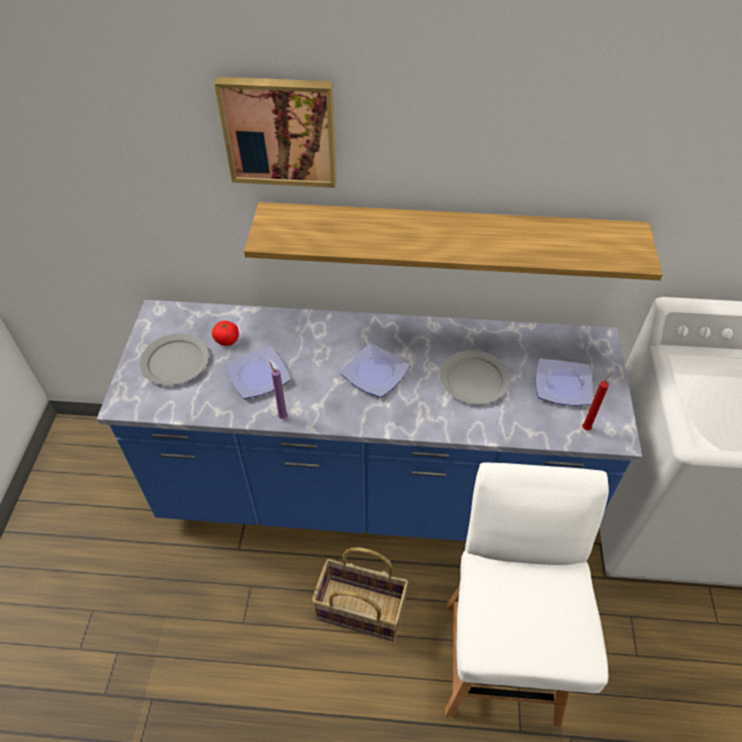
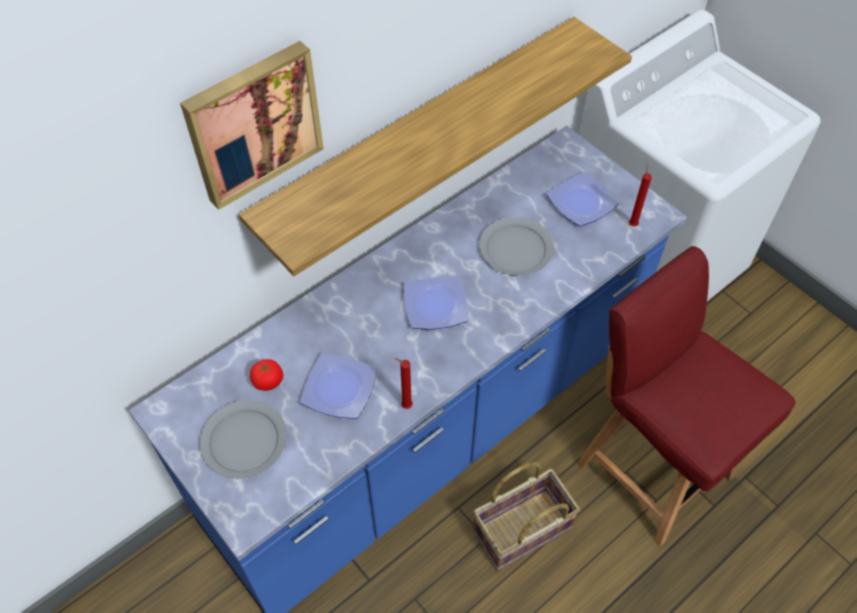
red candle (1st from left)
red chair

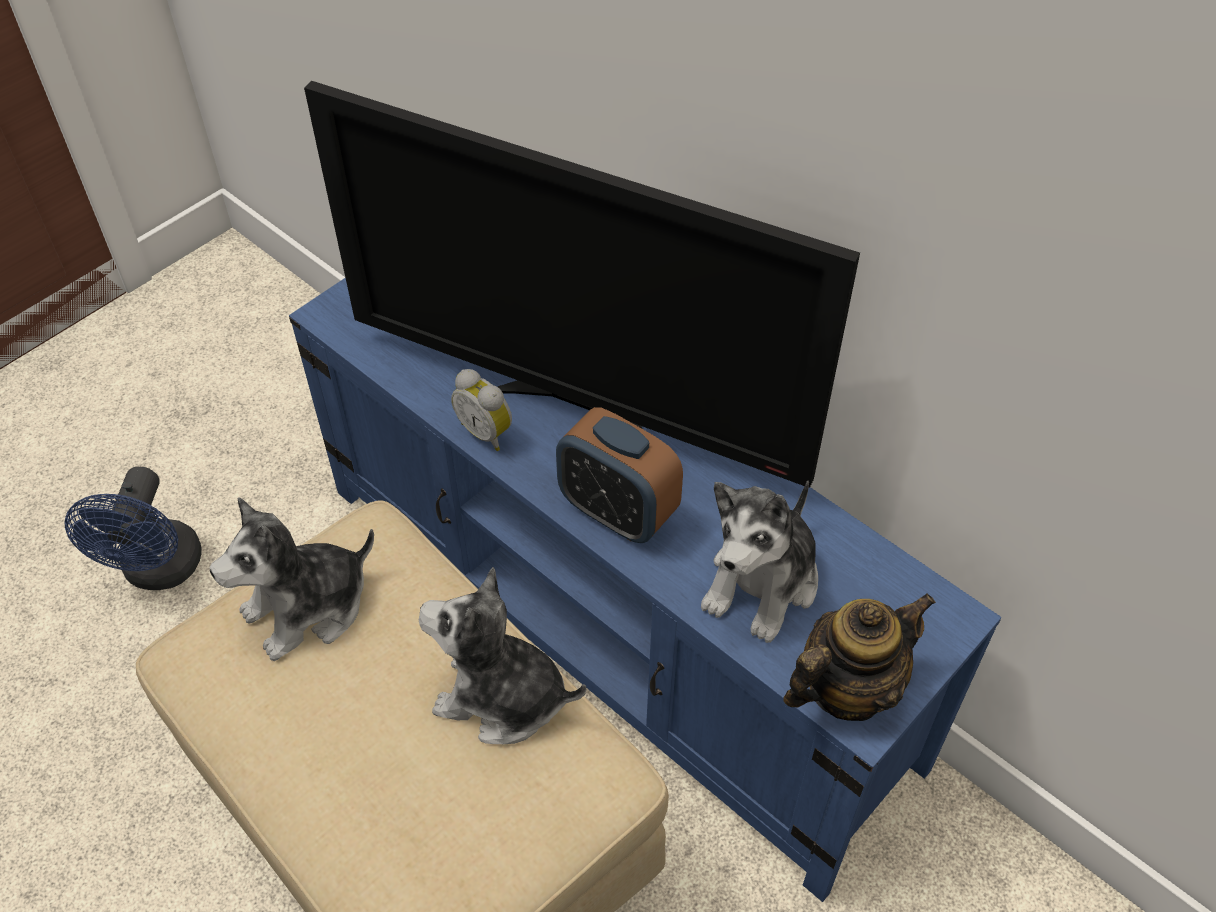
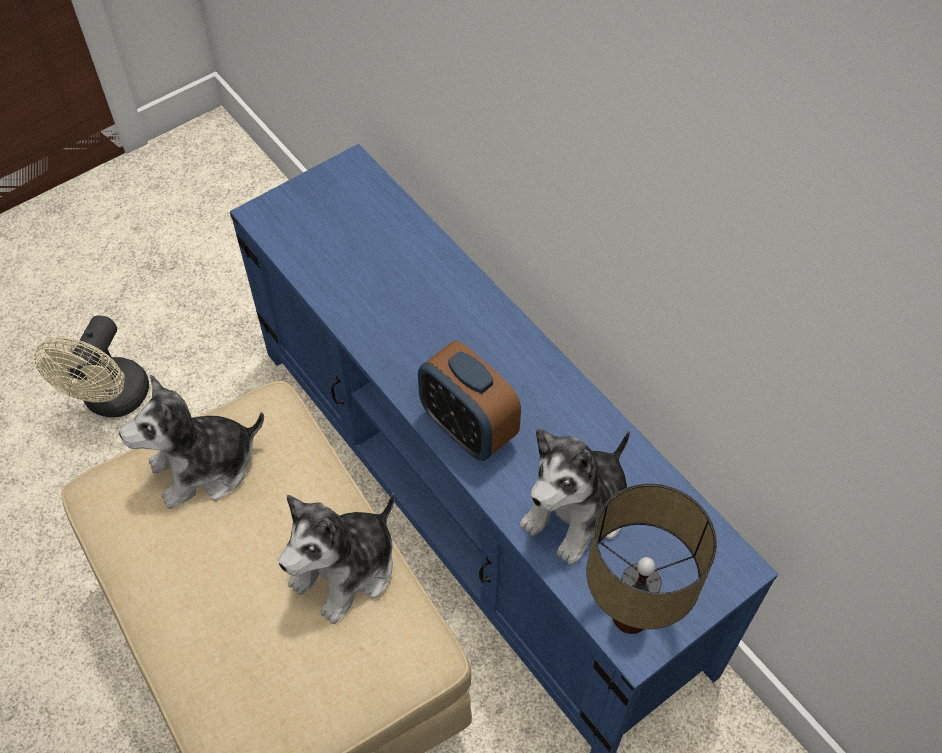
television
alarm clock (1st from left in the first image)
table lamp
beige fan
plush toy (2nd from left)

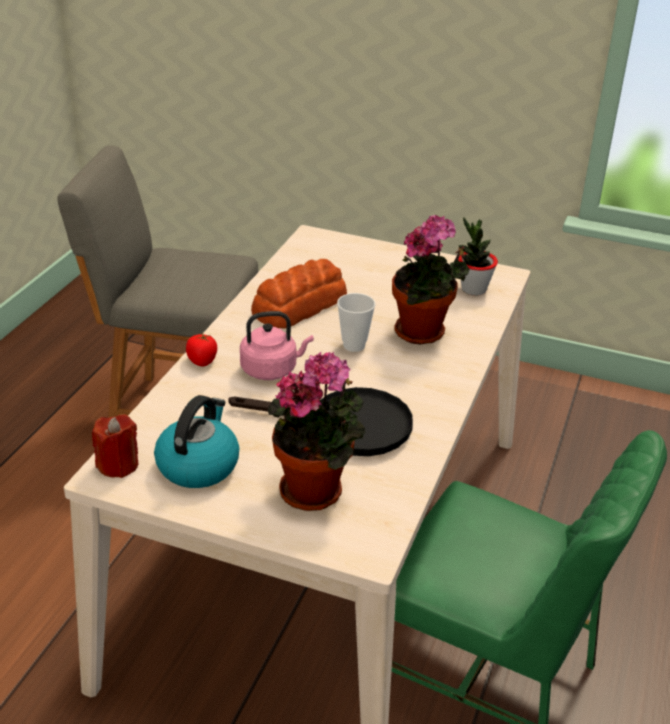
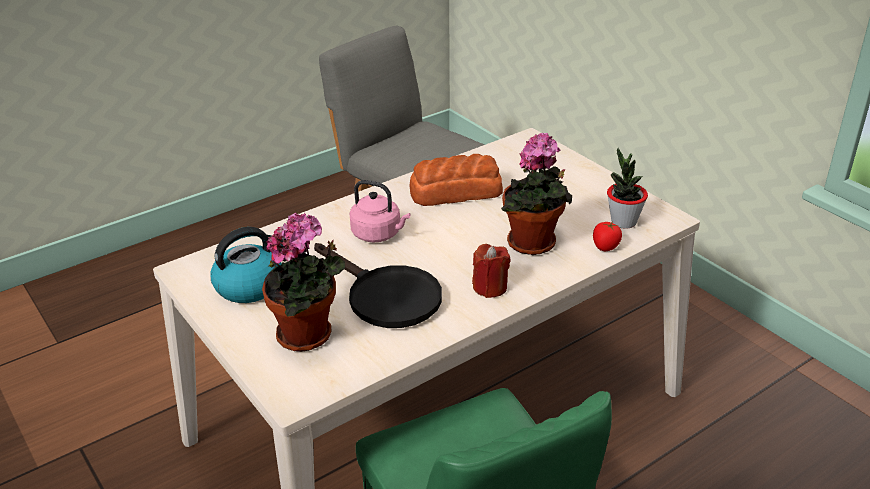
cup
red candle
tomato

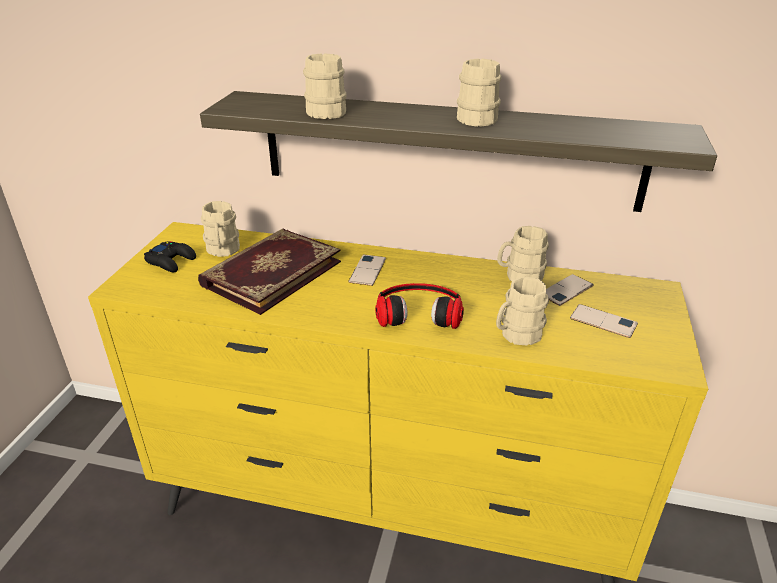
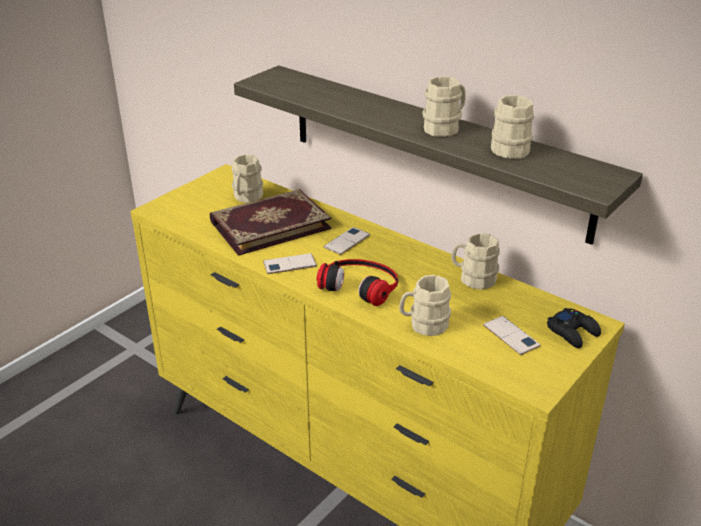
black game controller
beige mug (5th from left)
phone (1st from left)

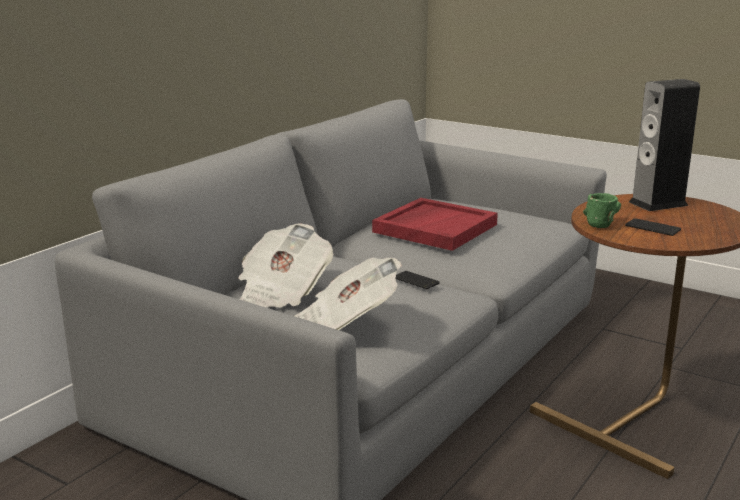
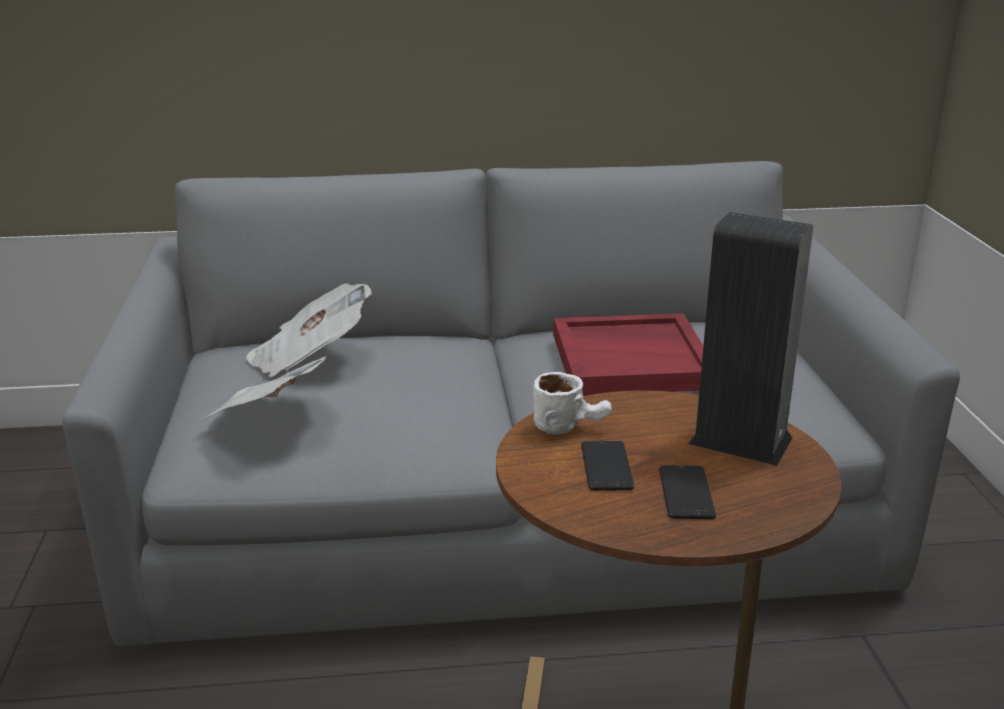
phone (2nd from left)
white mug

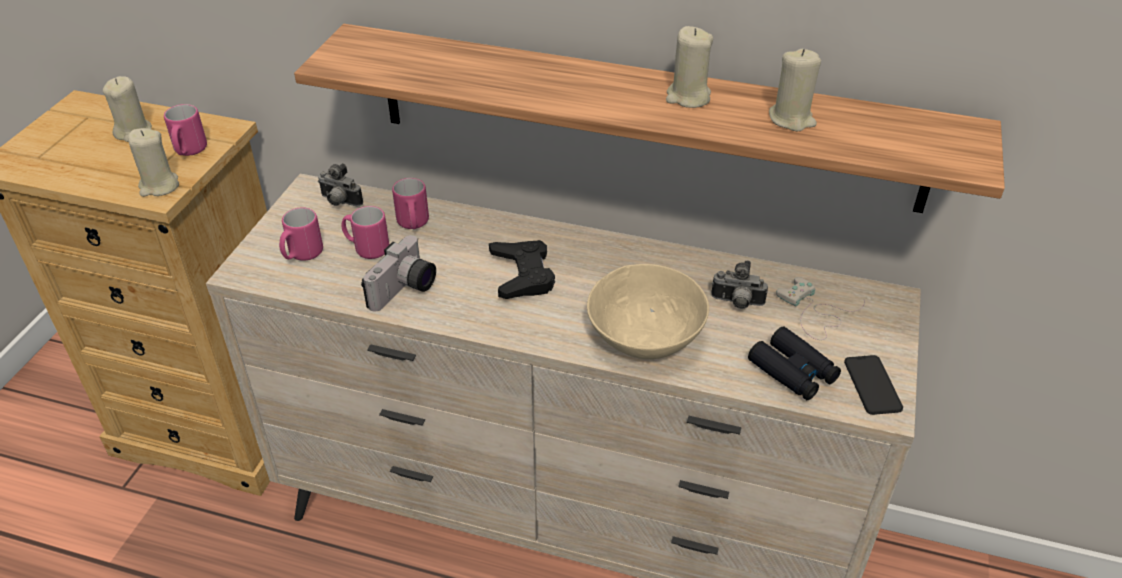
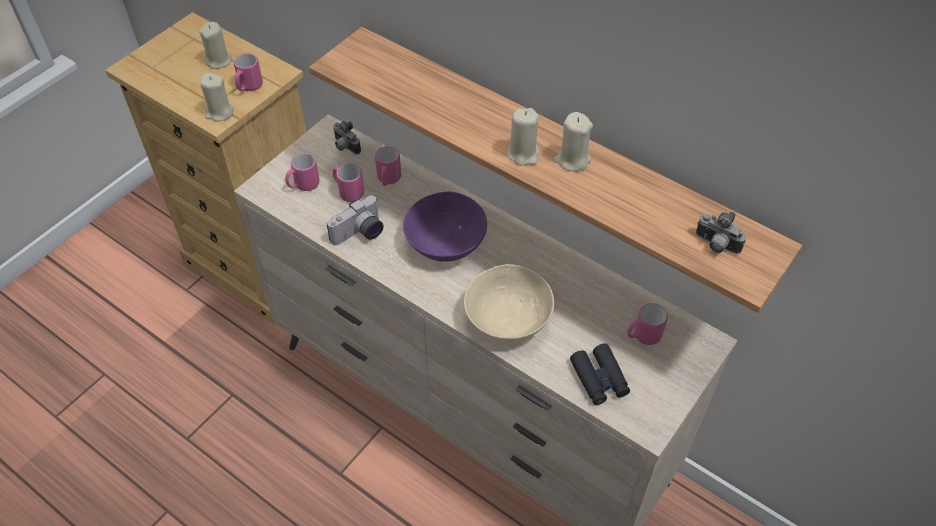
phone
photo camera (3rd from left)
beige candle (3rd from left)
purple bowl
pink mug (5th from left)

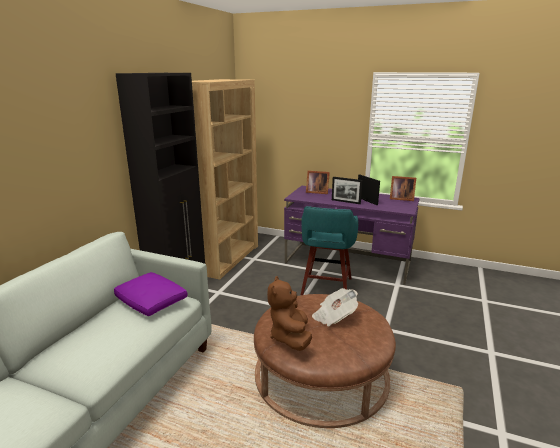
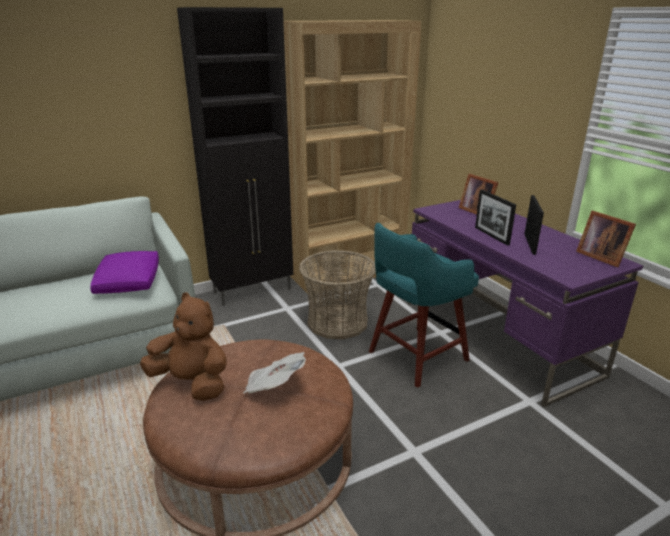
basket
brown plush toy

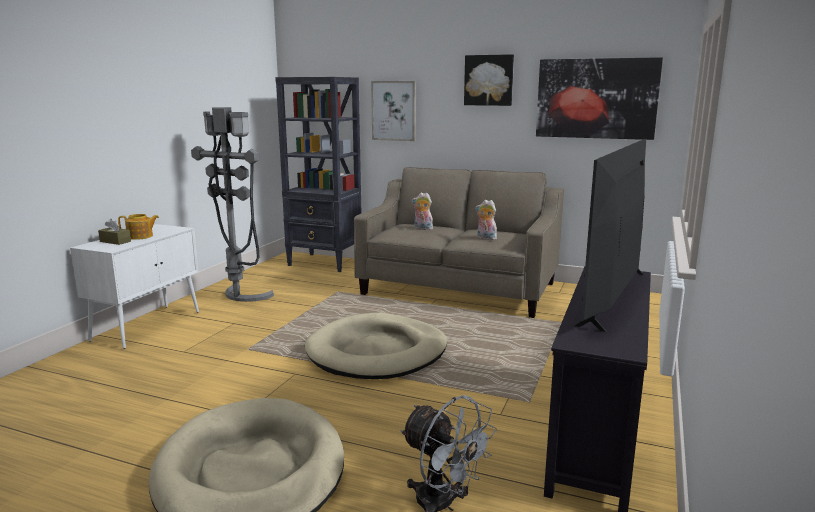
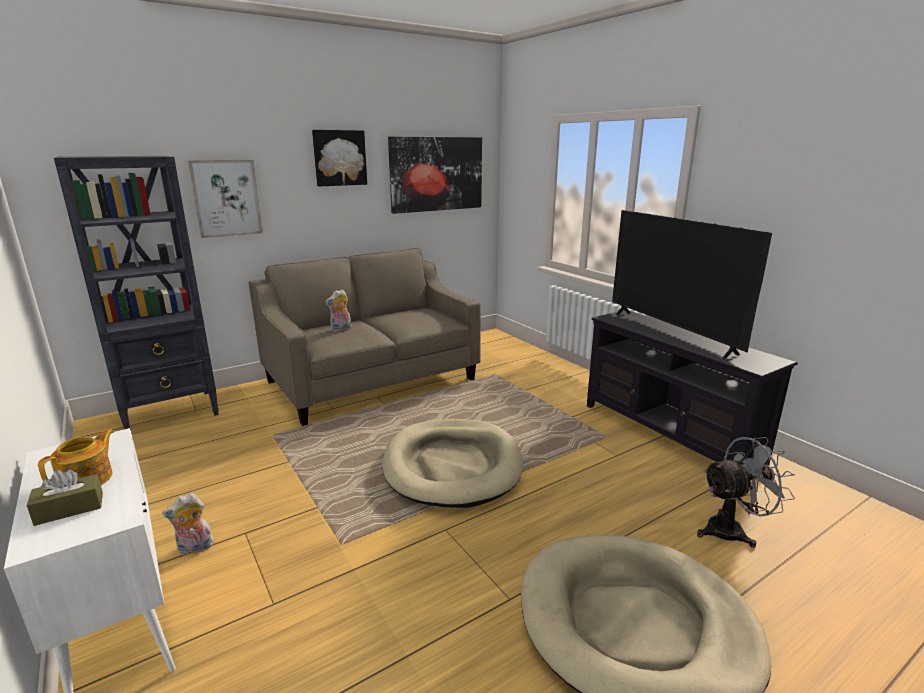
grey floor lamp
plush toy (1st from left)

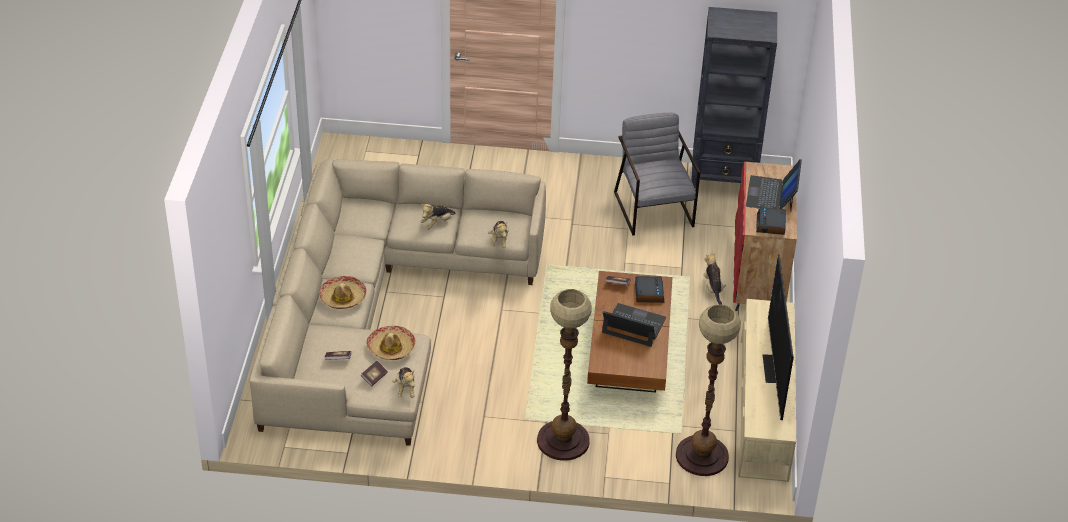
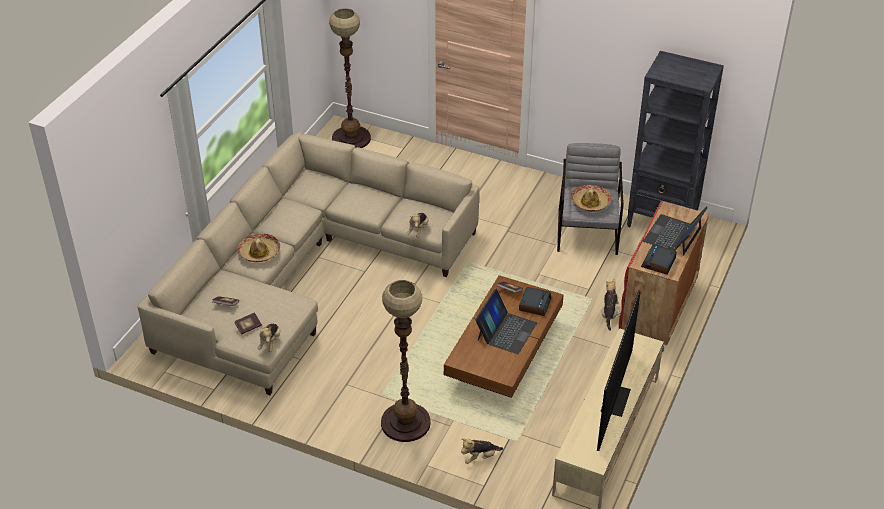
hat (2nd from left)
plush toy (3rd from left)
floor lamp (1st from left)
laptop (1st from left)

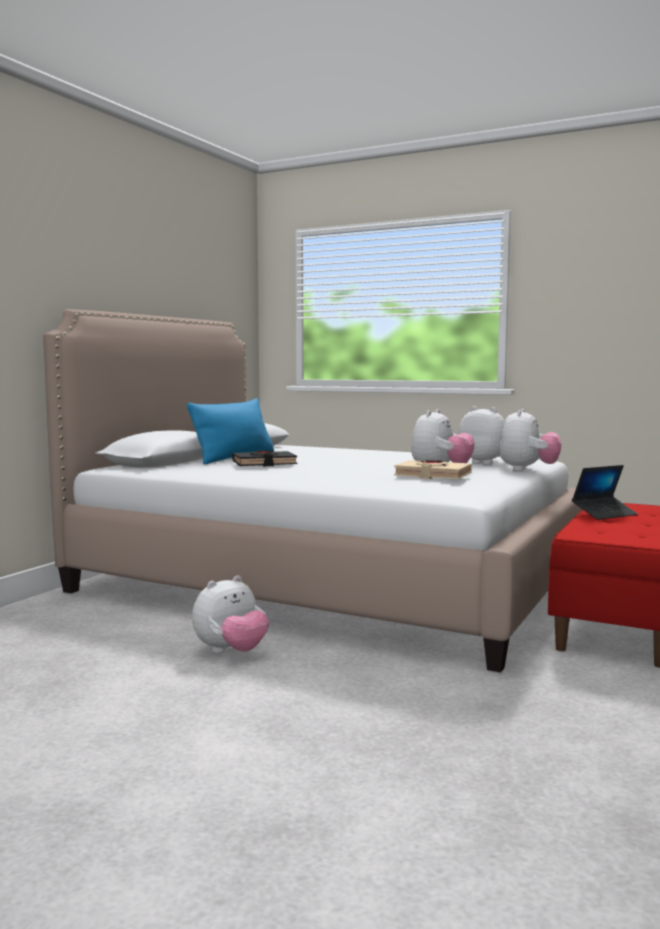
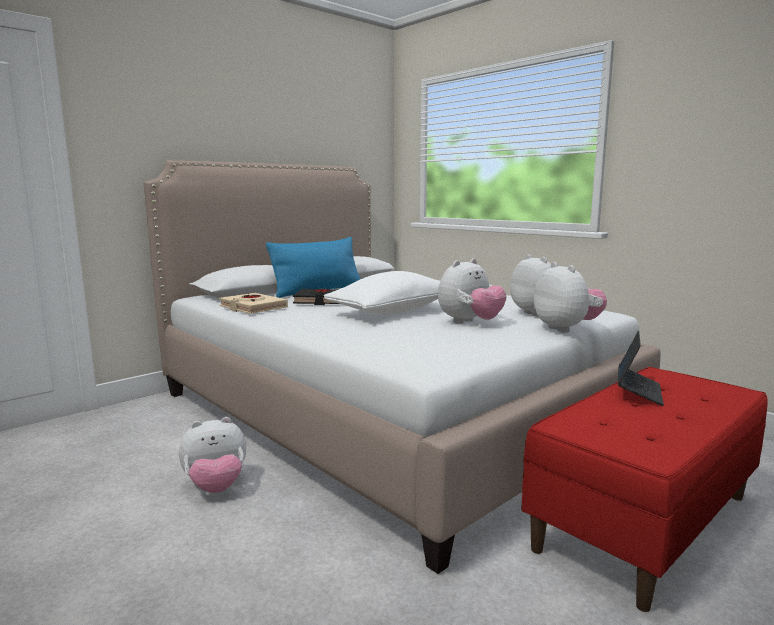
white pillow
beige book
plush toy (4th from left)
laptop

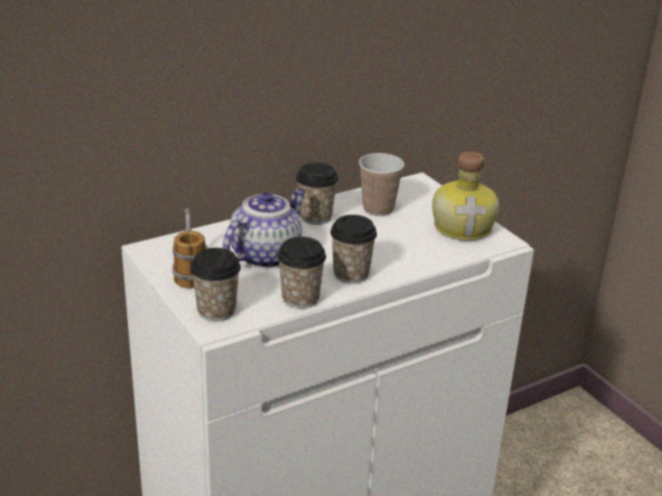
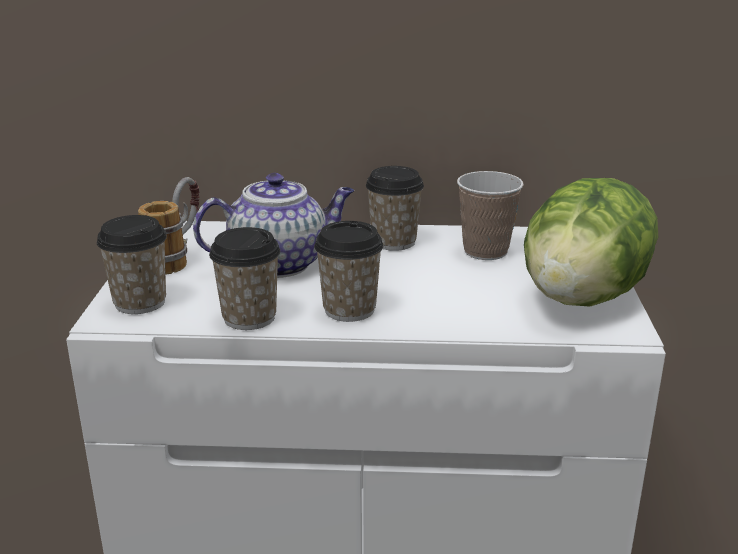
lettuce

